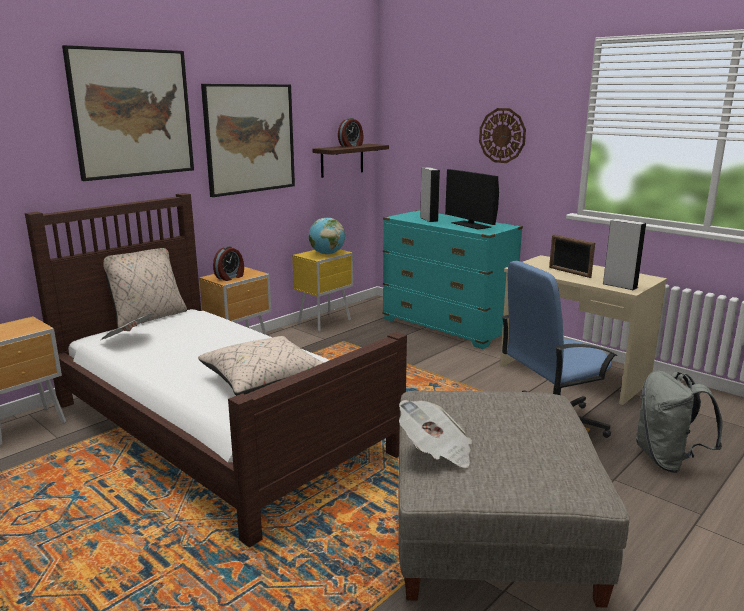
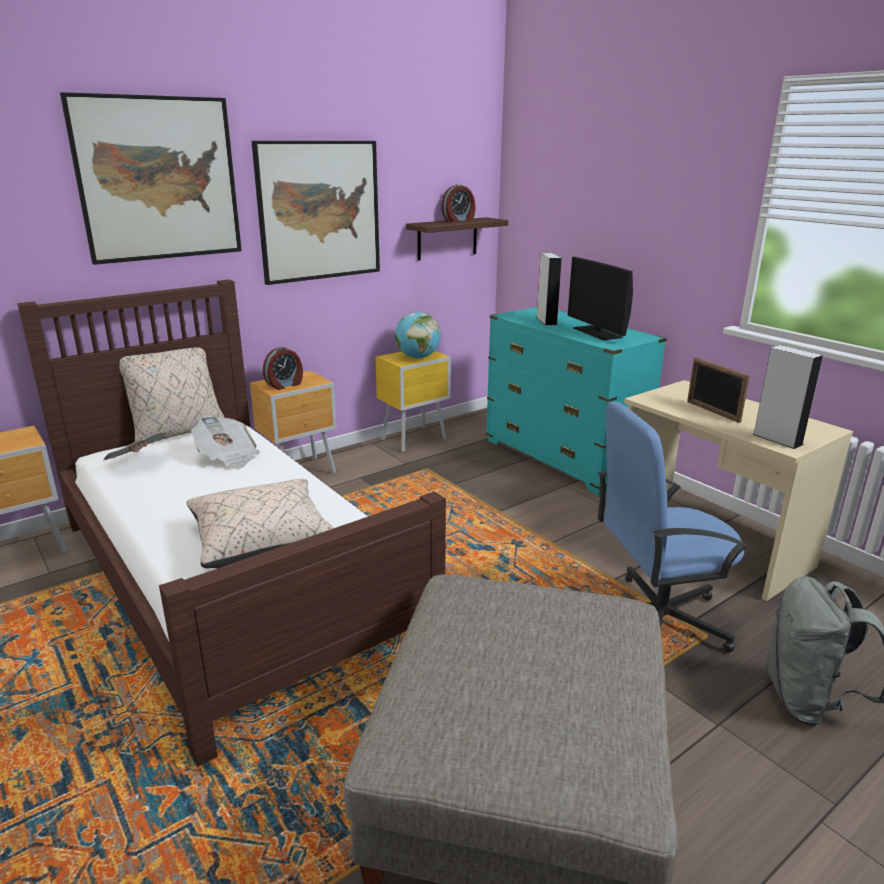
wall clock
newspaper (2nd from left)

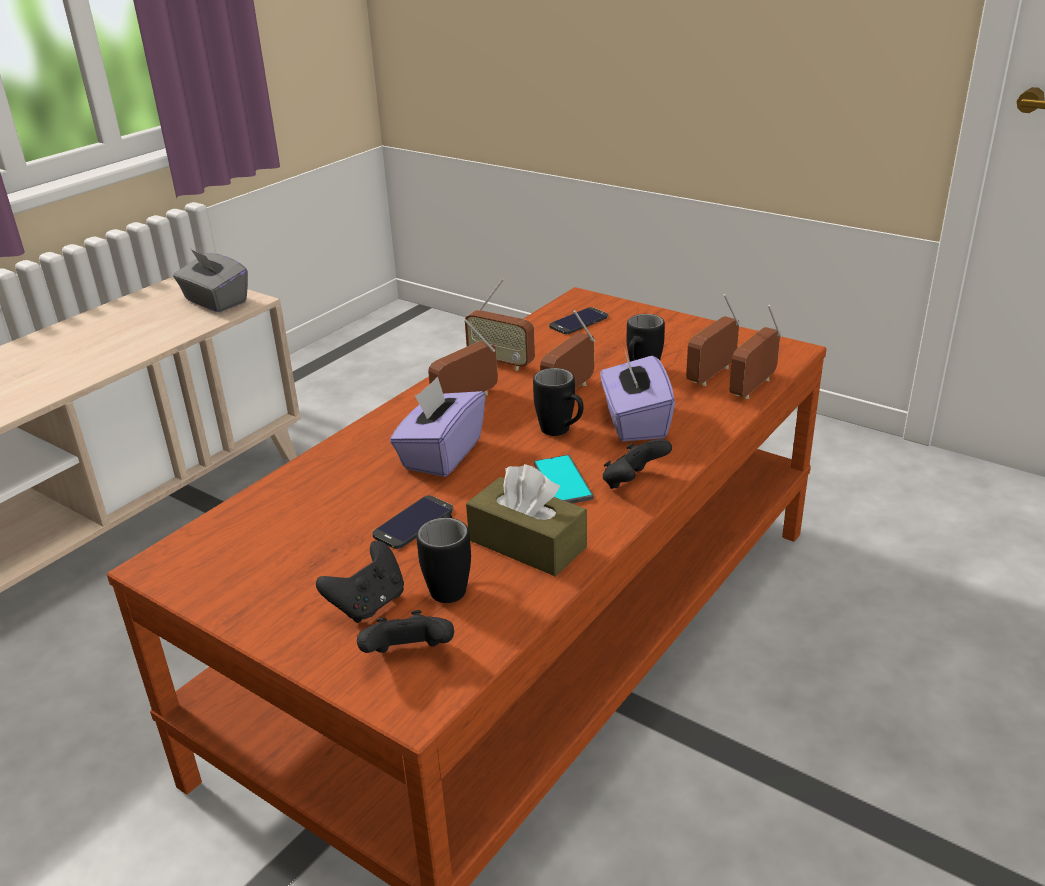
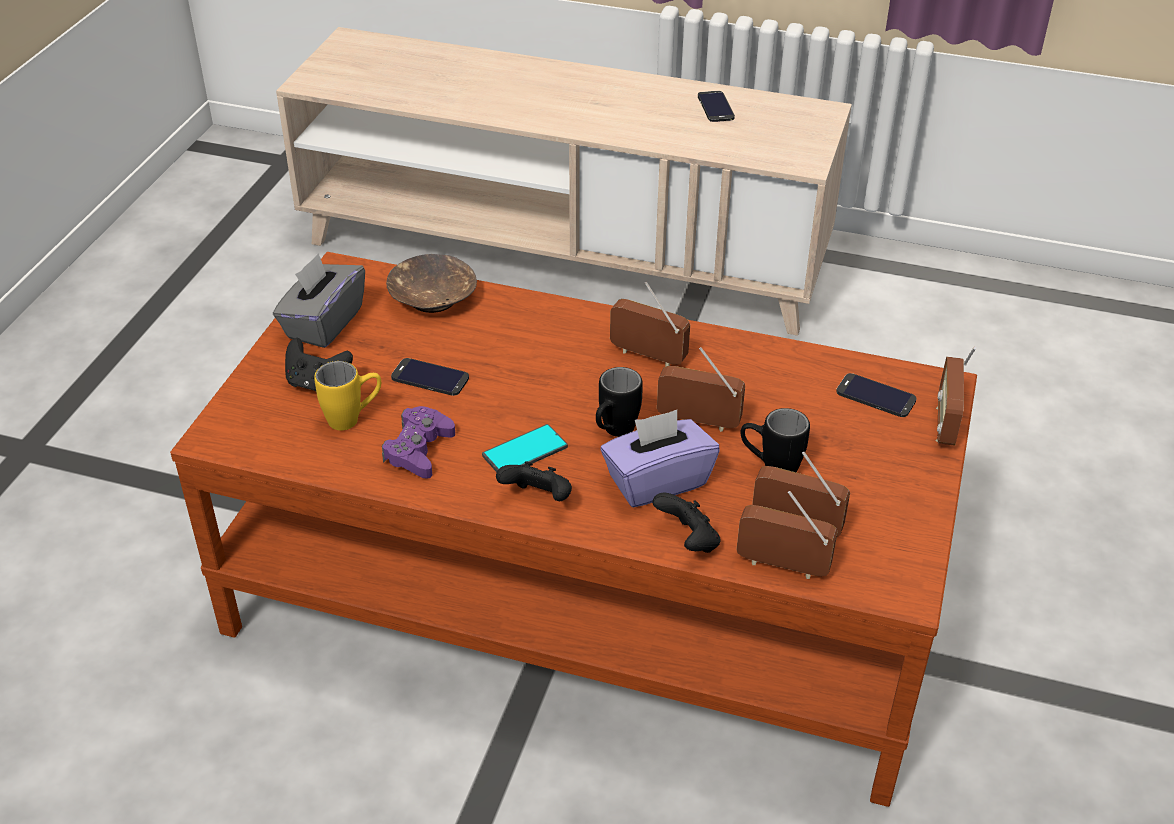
purple tissue box (1st from left in the first image)
brown bowl
phone (3rd from left)
grey tissue box
black game controller (3rd from left)
radio (5th from left)
purple game controller
yellow mug

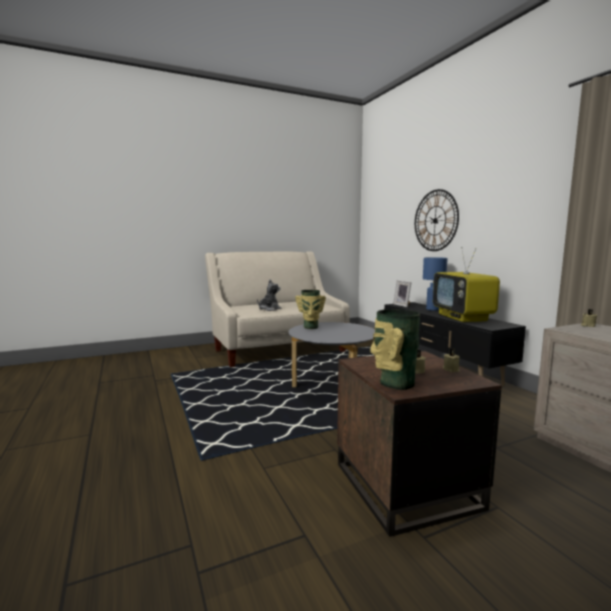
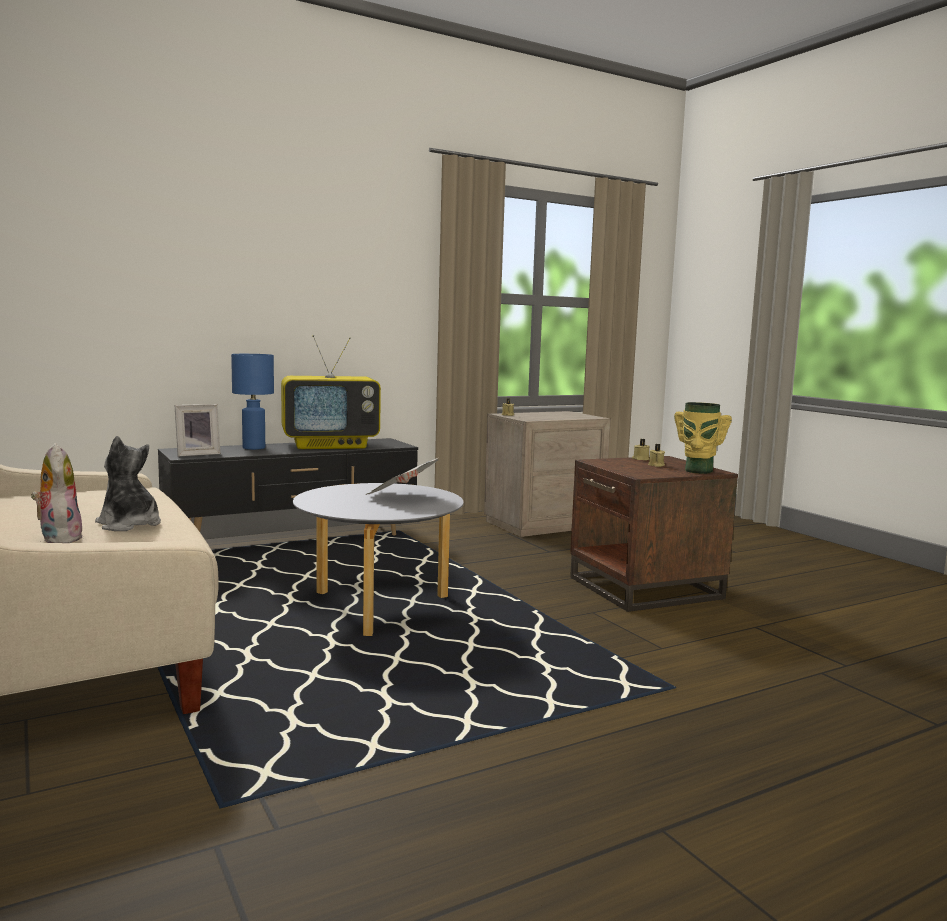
vase (1st from left in the first image)
wall clock
plush toy (1st from left)
newspaper

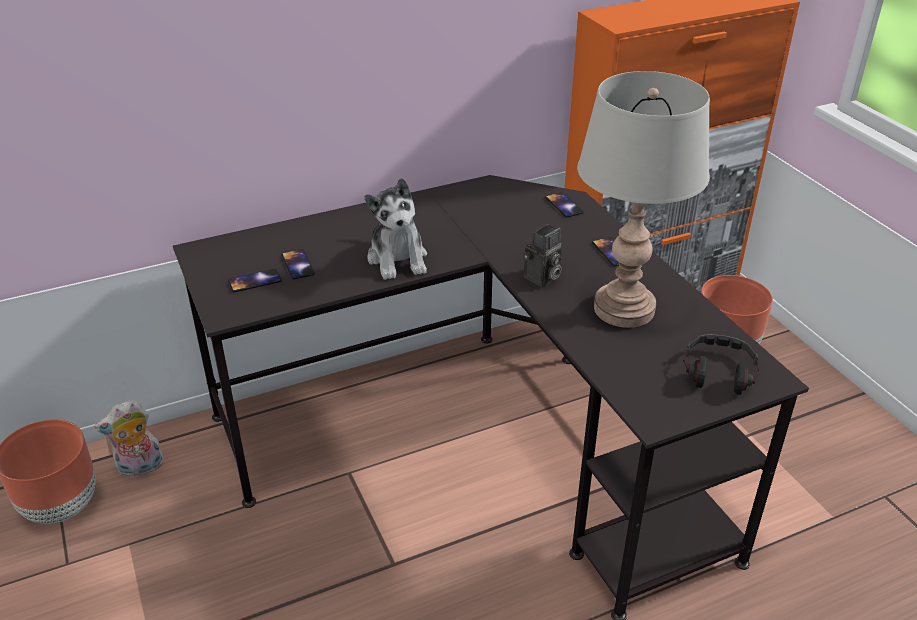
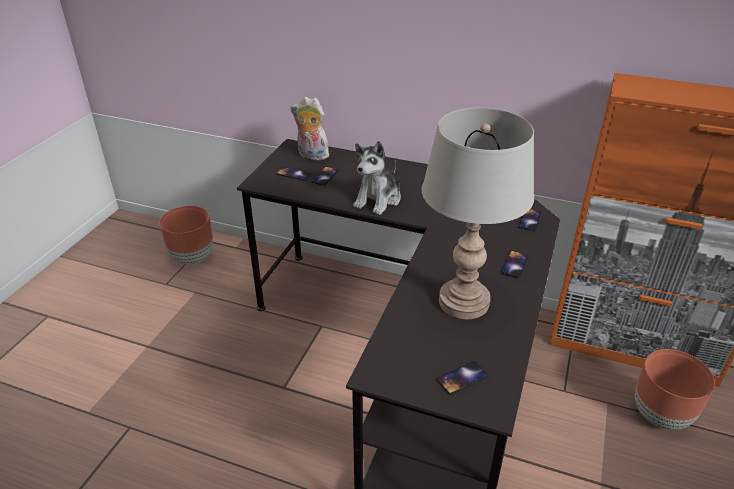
photo camera
plush toy (1st from left)
phone (3rd from left)

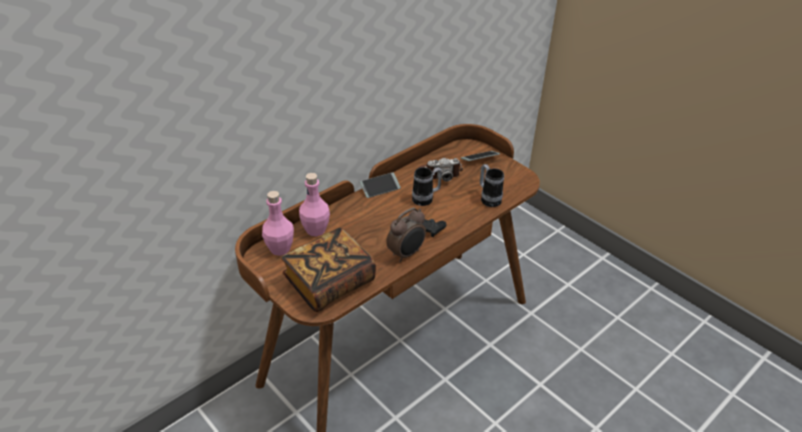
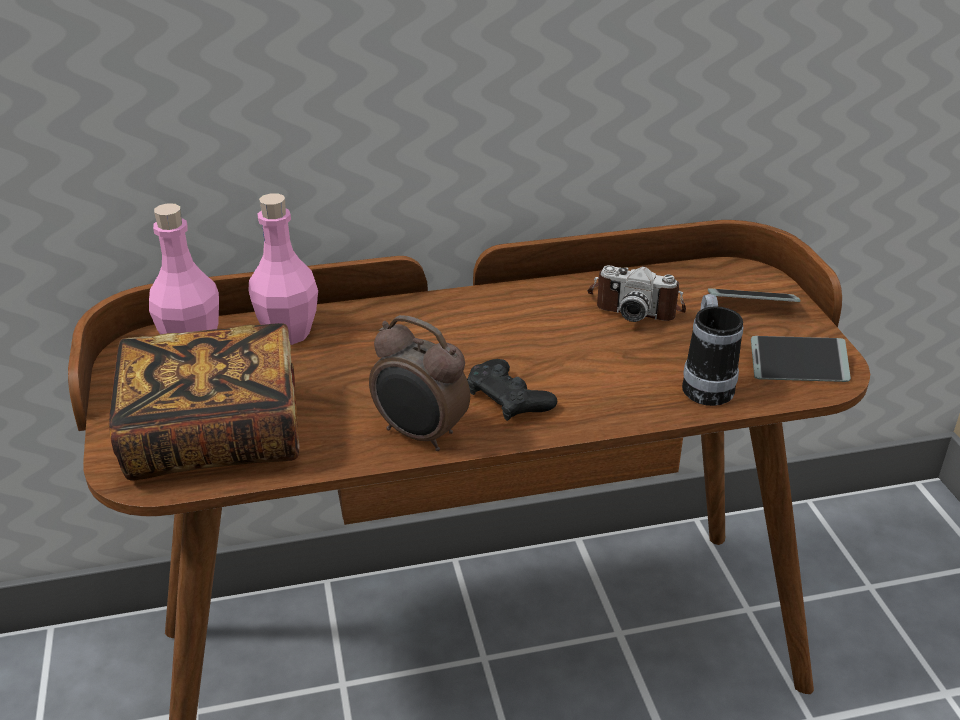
mug (1st from left in the first image)
phone (2nd from left)
alarm clock

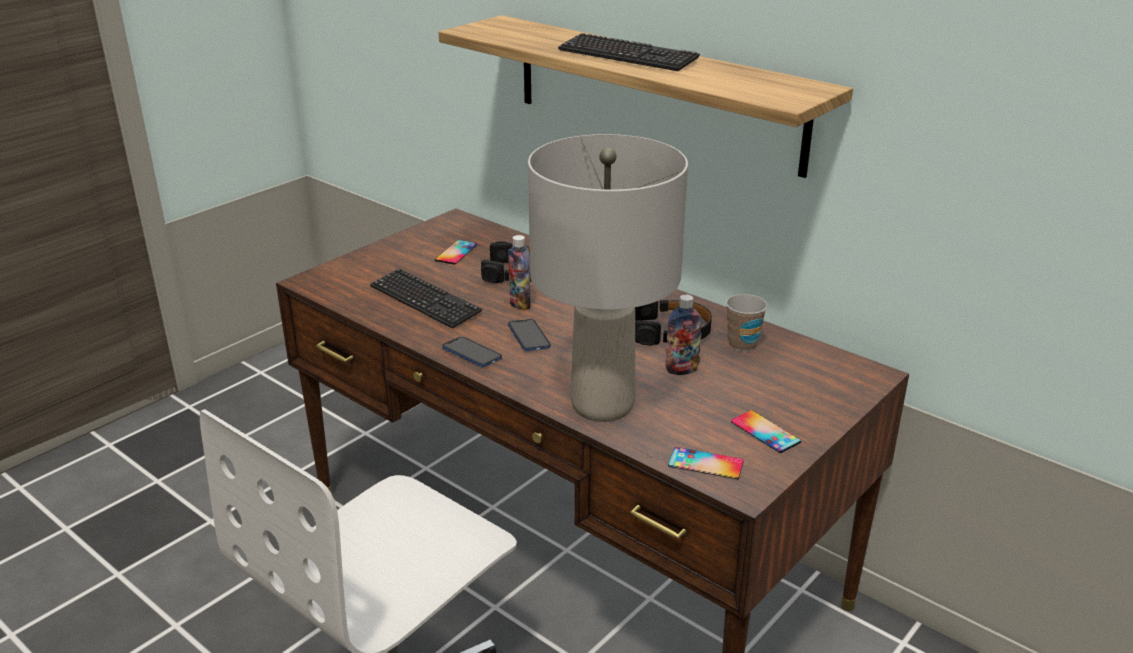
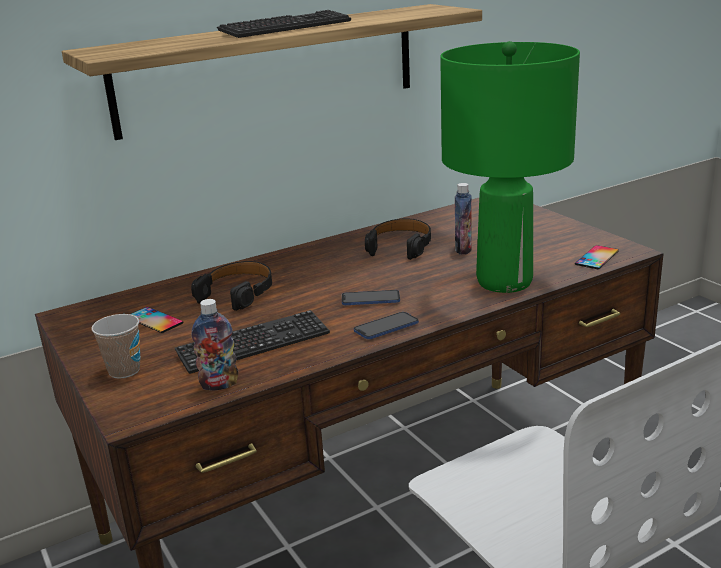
phone (5th from left in the first image)
bottle (1st from left)
cup
green table lamp

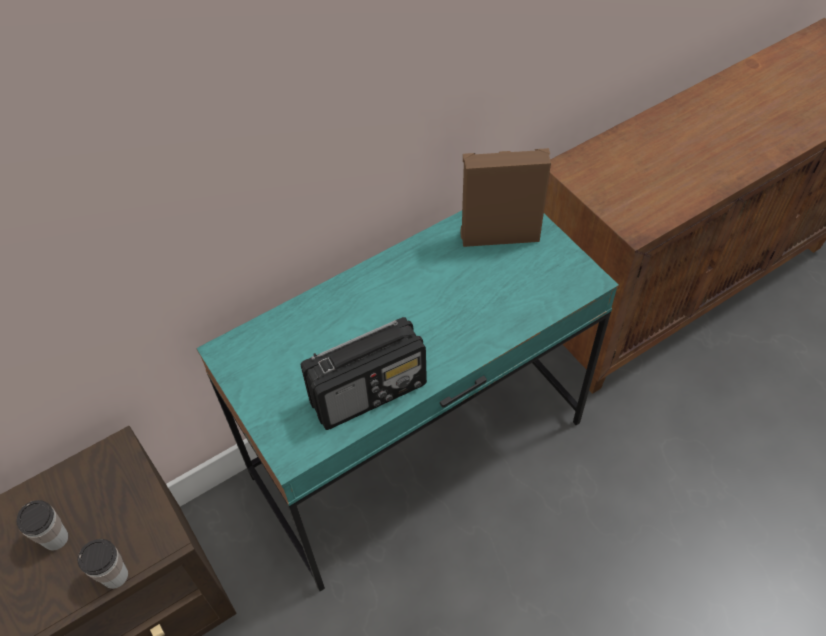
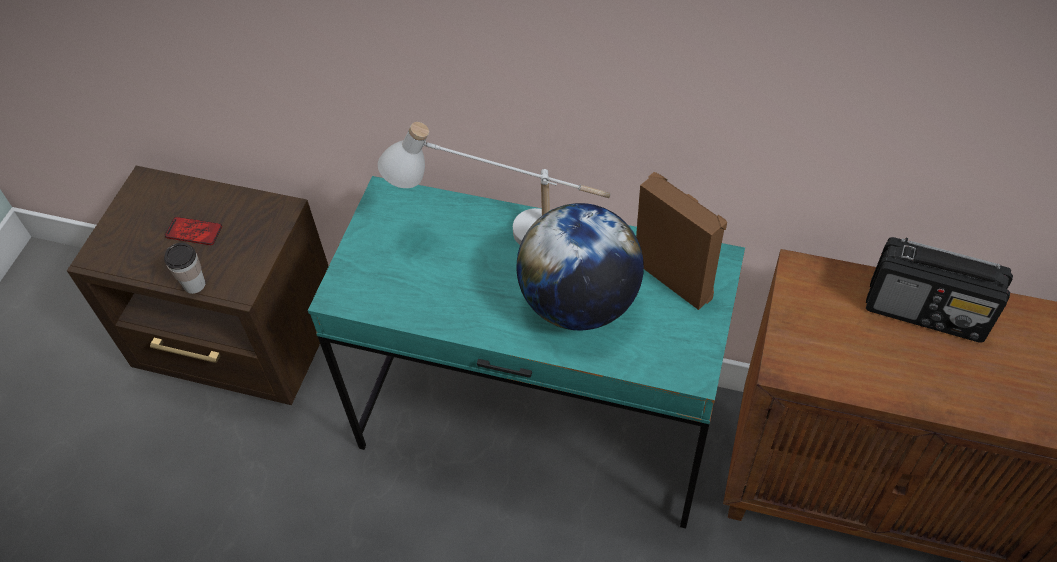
white table lamp
globe
radio
phone

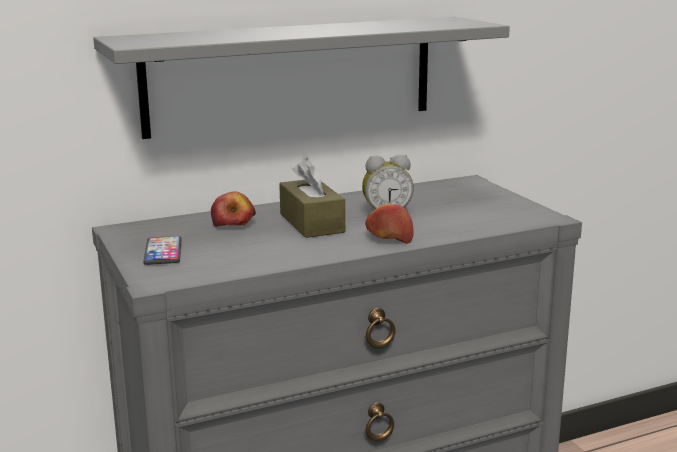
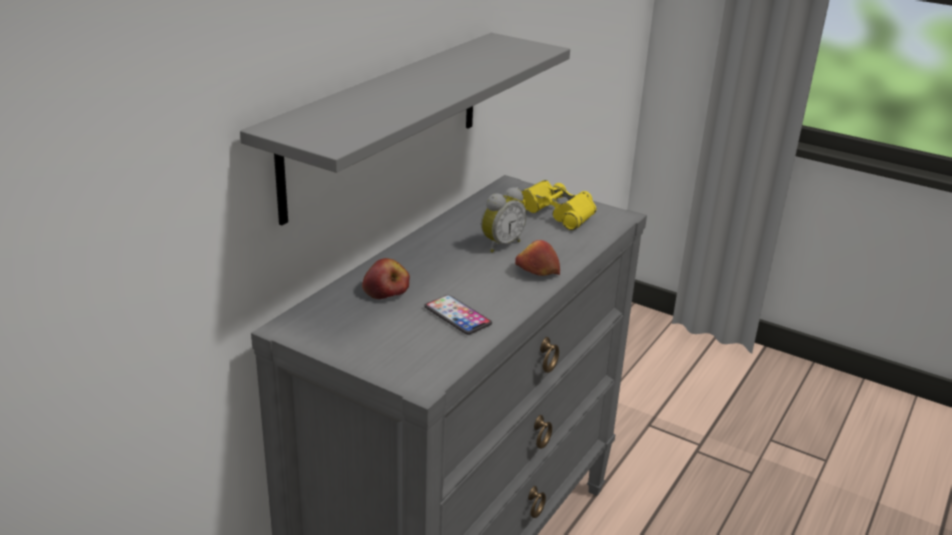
brown tissue box
yellow binoculars
phone

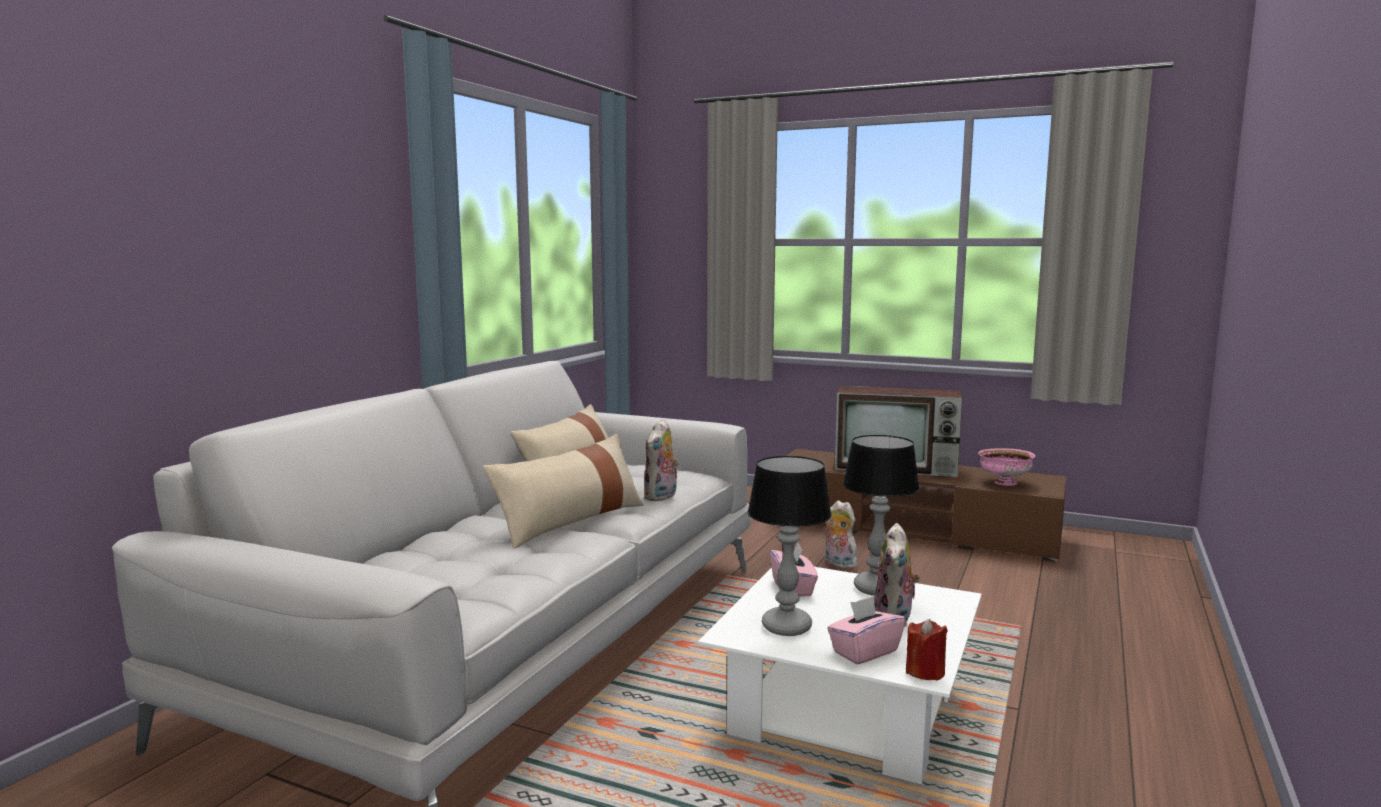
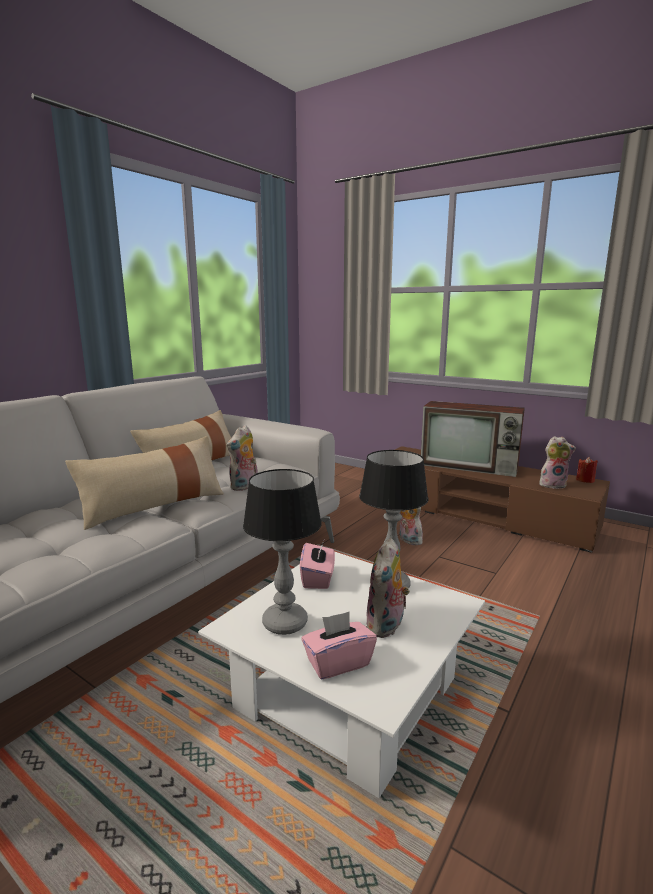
red candle
plush toy (4th from left)

